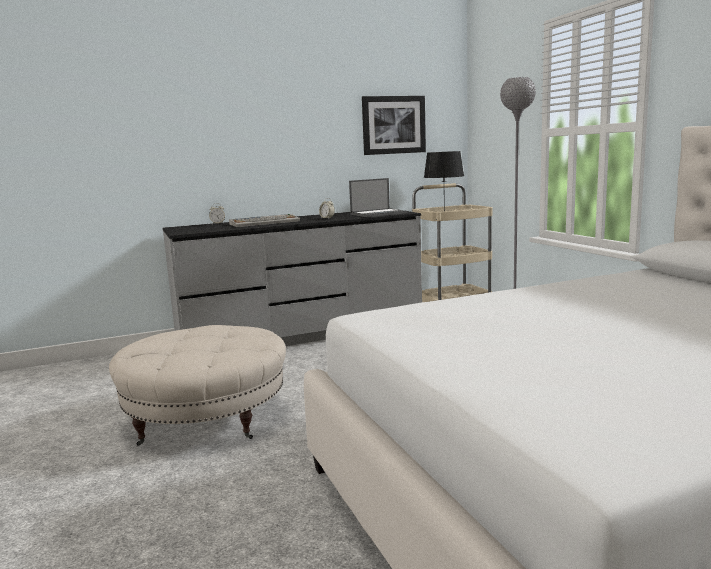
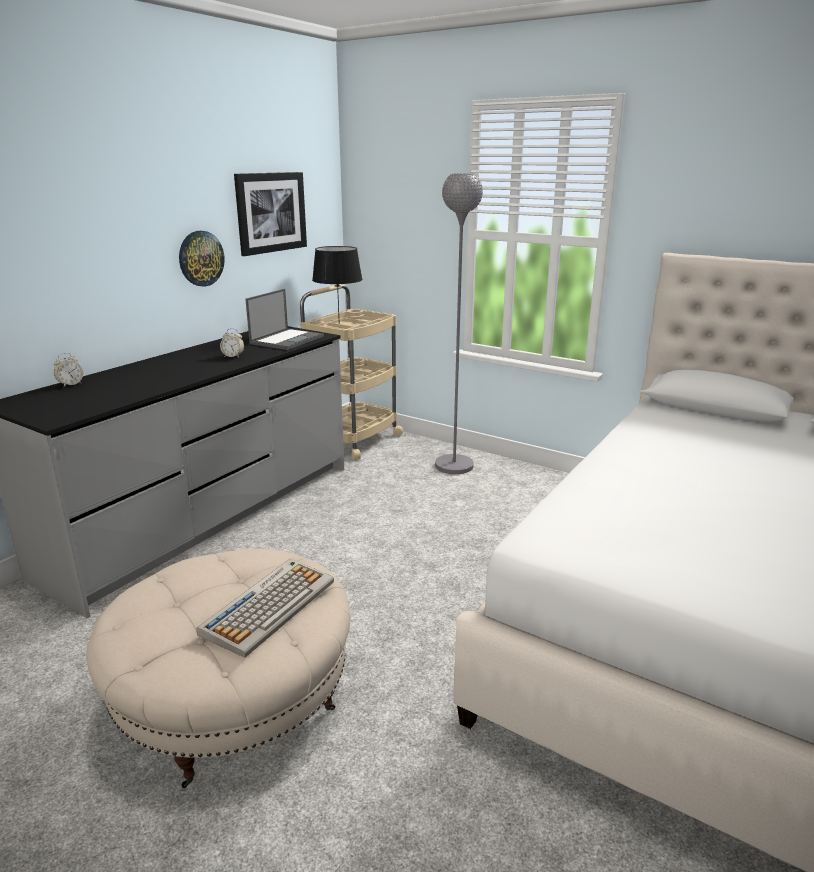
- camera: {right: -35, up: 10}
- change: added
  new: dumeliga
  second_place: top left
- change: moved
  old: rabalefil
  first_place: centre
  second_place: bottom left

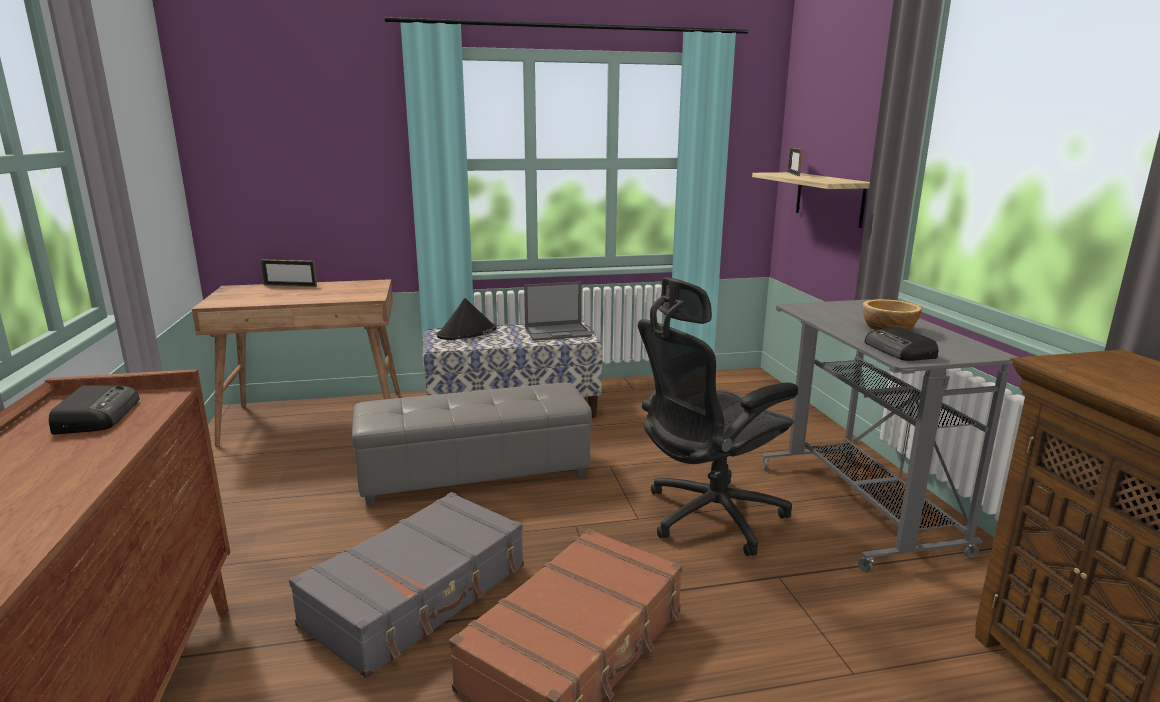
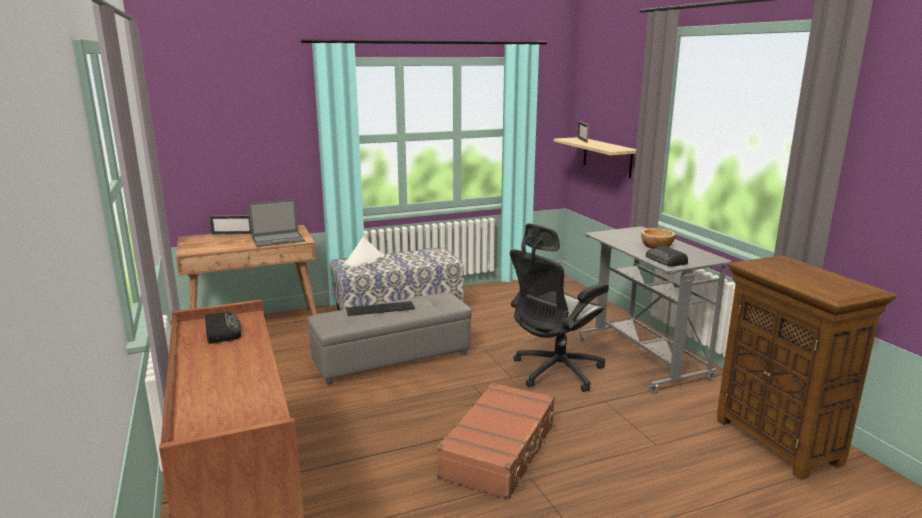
- camera: {right: -10, up: 0}
- change: moved
  old: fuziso
  first_place: centre
  second_place: middle left
- change: recoloured
  old: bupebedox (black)
  new: bupebedox (white)
  first_place: centre
  second_place: centre
- change: added
  new: rabalefil
  second_place: centre
- change: removed
  old: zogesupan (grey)
  first_place: bottom centre

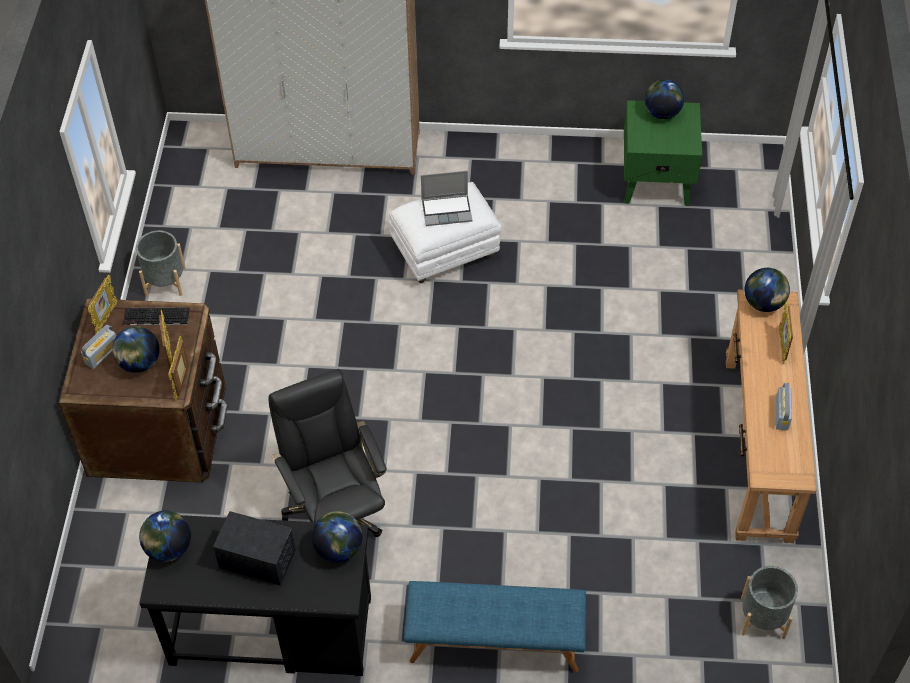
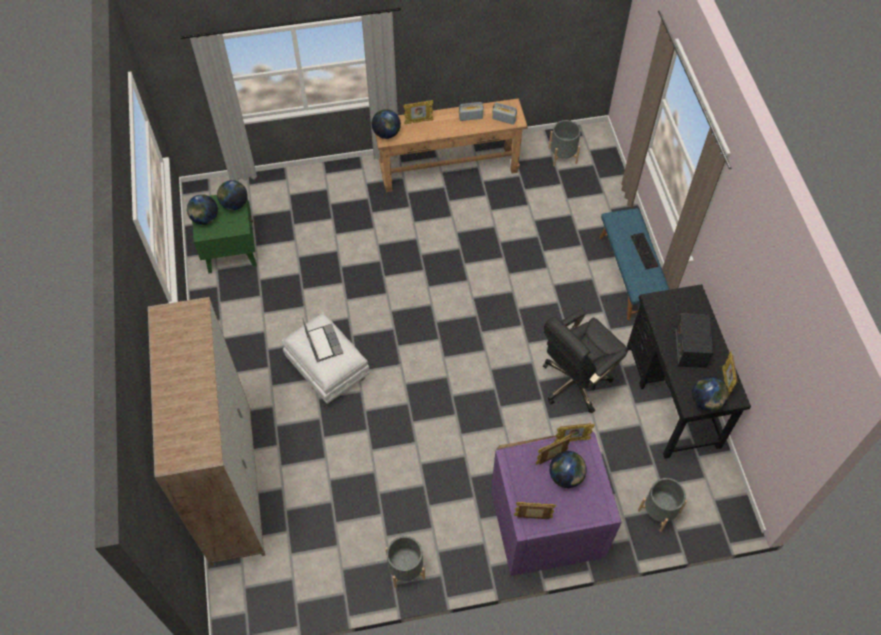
- camera: {right: -105, up: 5}
- change: moved
  old: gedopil (3rd from left in the first image)
  new: gedopil (2nd from left)
  first_place: bottom centre
  second_place: top left
- change: recoloured
  old: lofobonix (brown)
  new: lofobonix (purple)
  first_place: middle left
  second_place: bottom centre
- change: moved
  old: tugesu (1st from left in the first image)
  new: tugesu (2nd from left)
  first_place: middle left
  second_place: top centre
- change: moved
  old: rabalefil
  first_place: middle left
  second_place: middle right
- change: added
  new: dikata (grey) (3rd from left)
  second_place: bottom right
- change: added
  new: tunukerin (5th from left)
  second_place: middle right

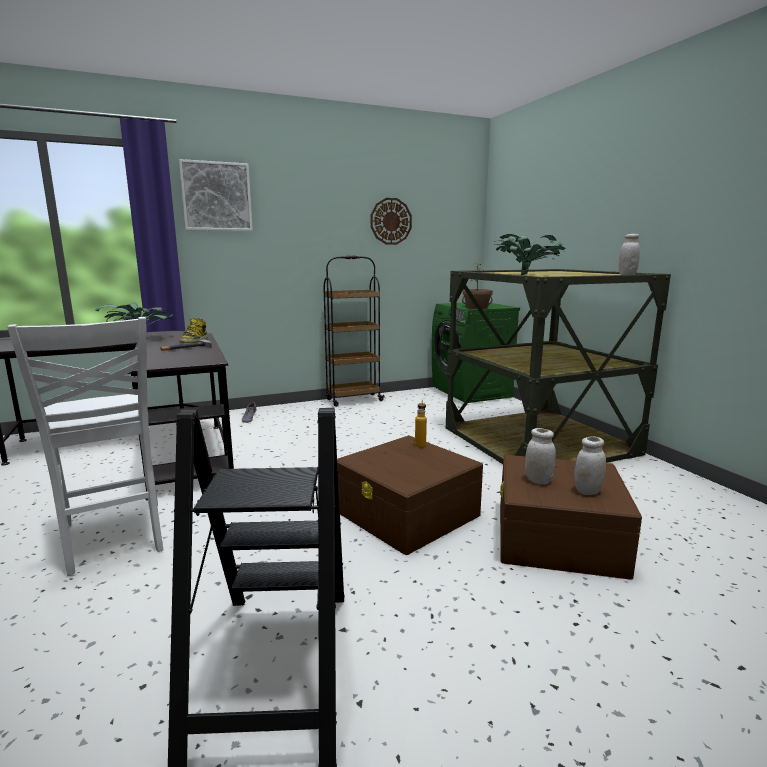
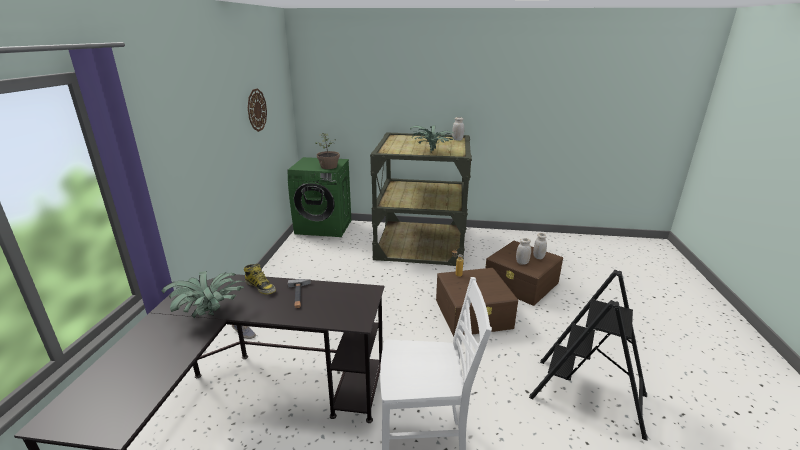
- camera: {right: -60, up: 10}
- change: removed
  old: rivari
  first_place: top left
- change: removed
  old: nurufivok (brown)
  first_place: centre

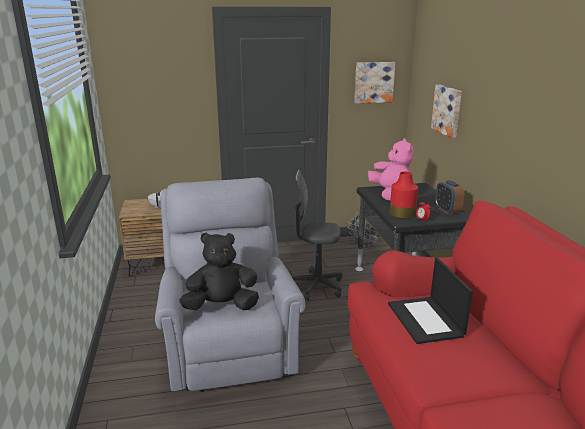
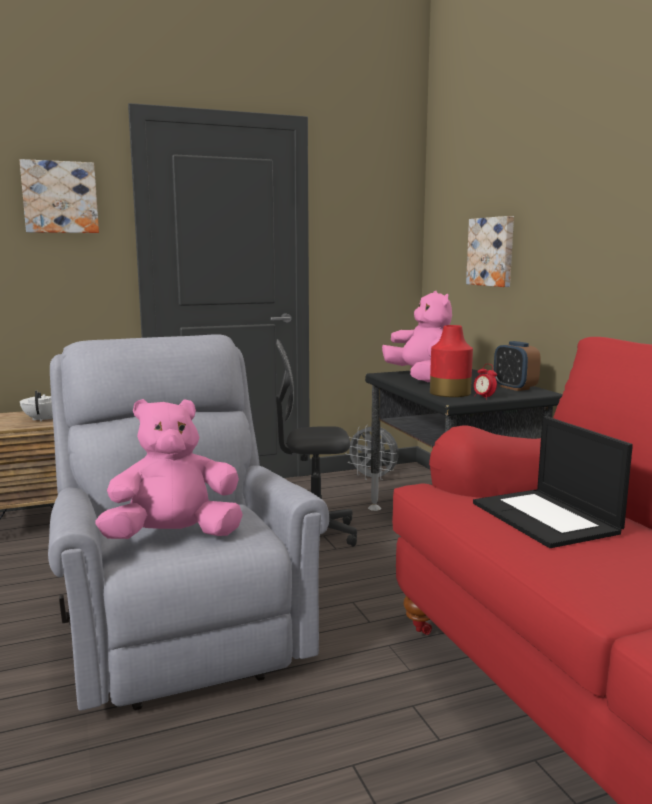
- camera: {right: -10, up: -10}
- change: moved
  old: rivari (1st from left)
  first_place: top centre
  second_place: top left
- change: recoloured
  old: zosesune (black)
  new: zosesune (pink) (1st from left)
  first_place: centre
  second_place: middle left

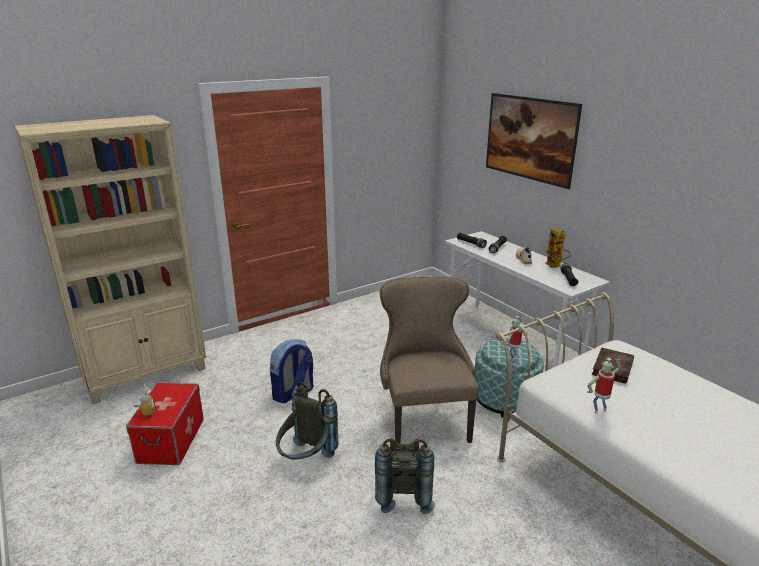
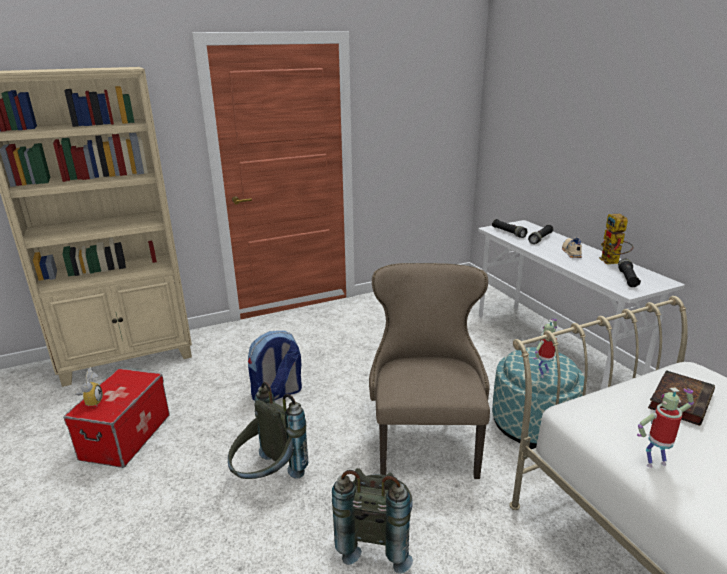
- camera: {right: 10, up: 0}
- change: removed
  old: rivari
  first_place: top right

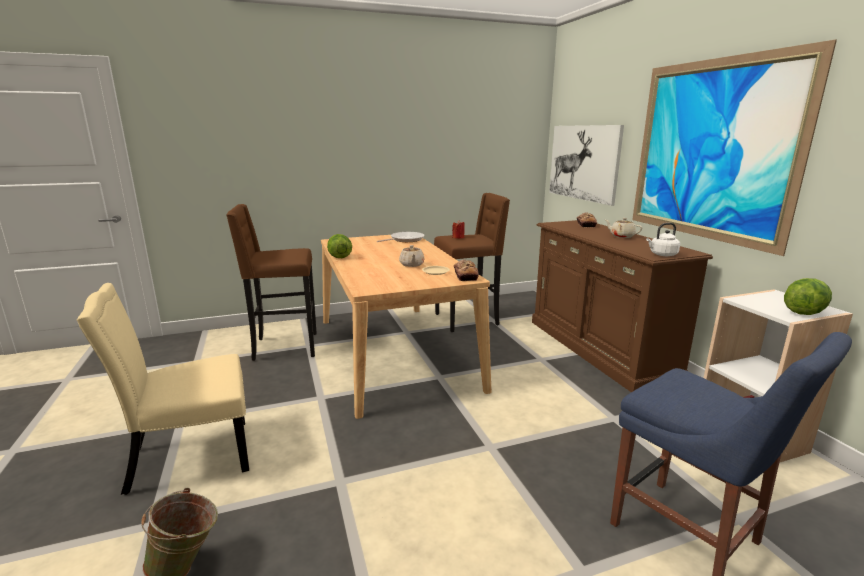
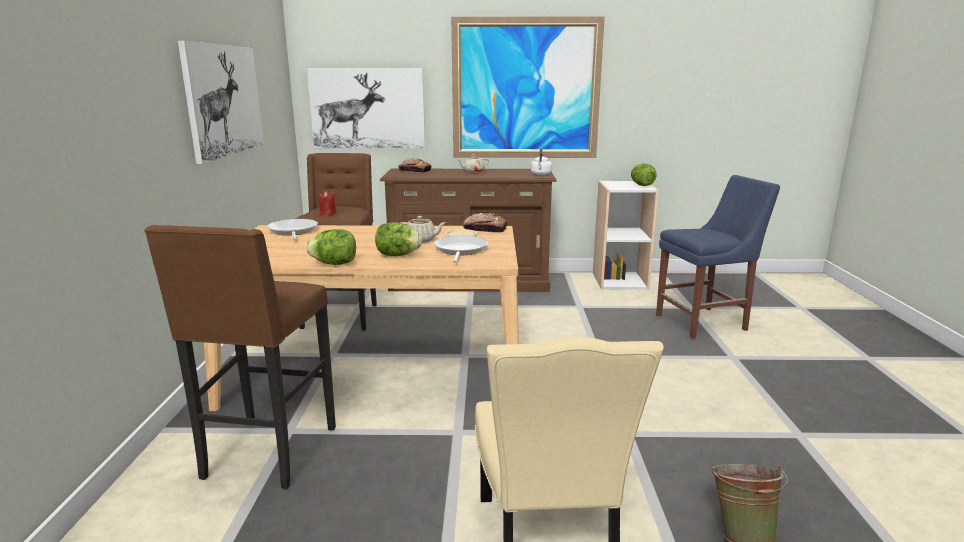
- camera: {right: -70, up: 0}
- change: added
  new: rivari (1st from left)
  second_place: top left
- change: added
  new: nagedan (2nd from left)
  second_place: centre
- change: added
  new: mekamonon (2nd from left)
  second_place: centre

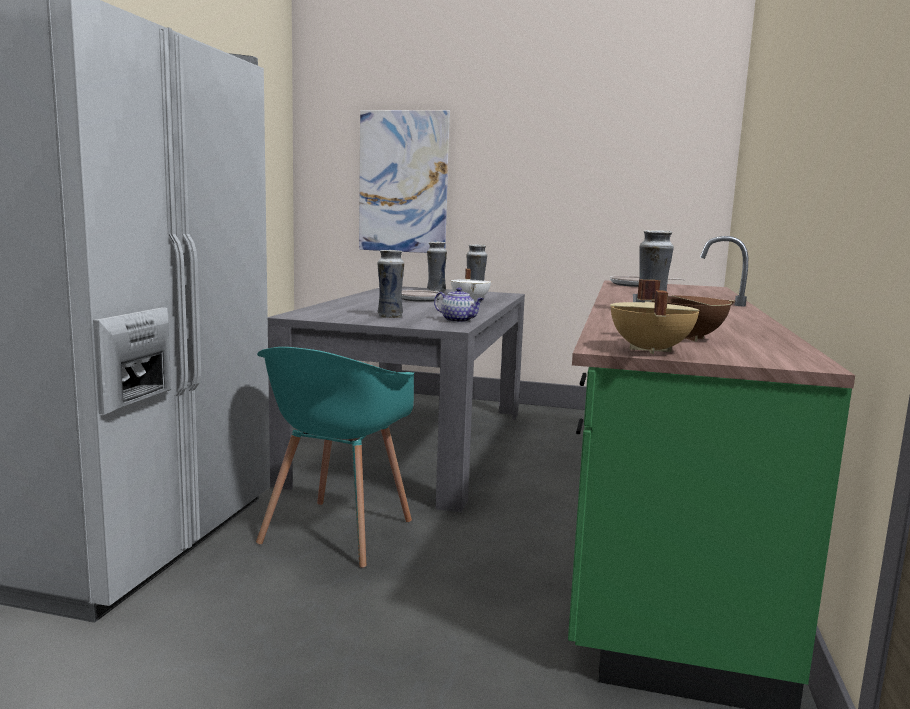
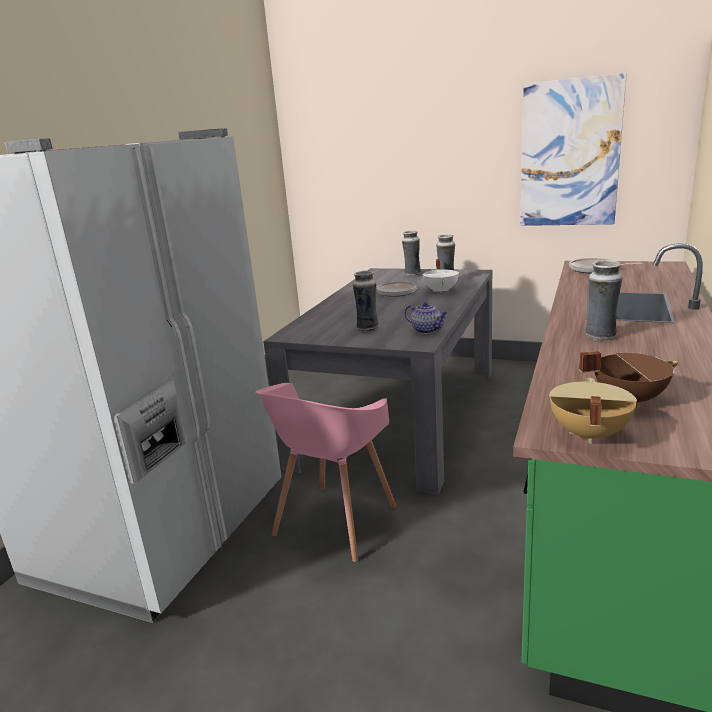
- camera: {right: 10, up: 10}
- change: recoloured
  old: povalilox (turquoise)
  new: povalilox (pink)
  first_place: centre
  second_place: centre
- change: moved
  old: rivari
  first_place: top centre
  second_place: top right

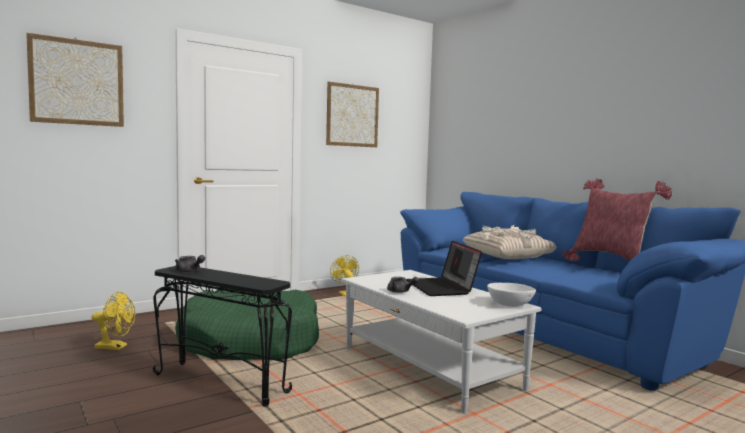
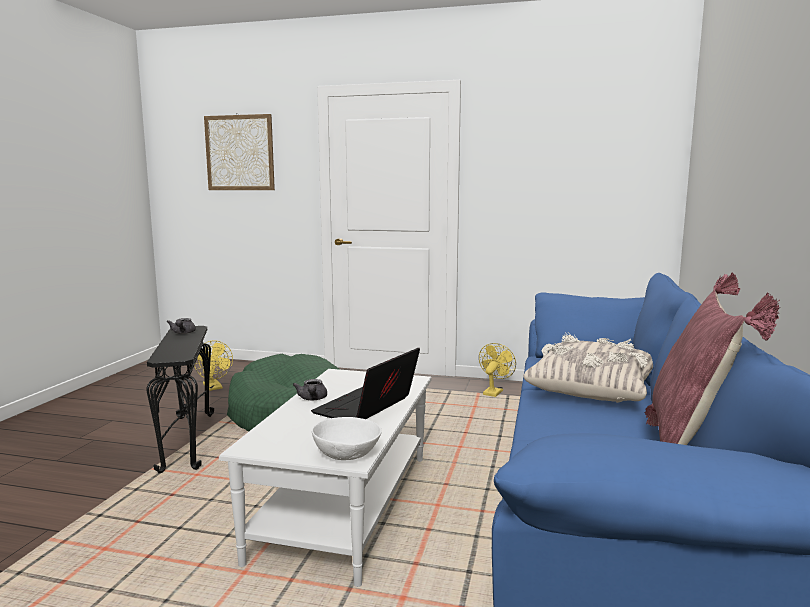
- camera: {right: 50, up: 5}
- change: removed
  old: rivari (2nd from left)
  first_place: top centre

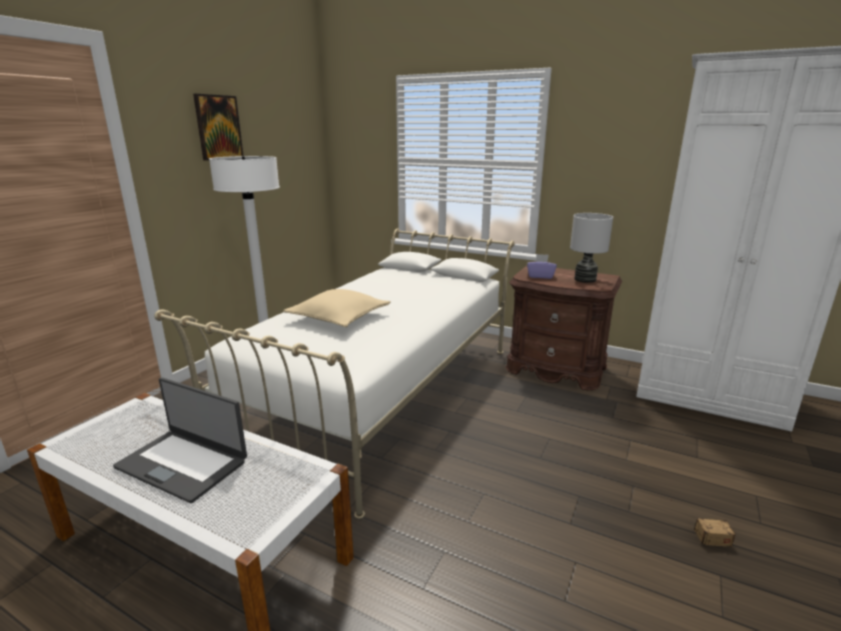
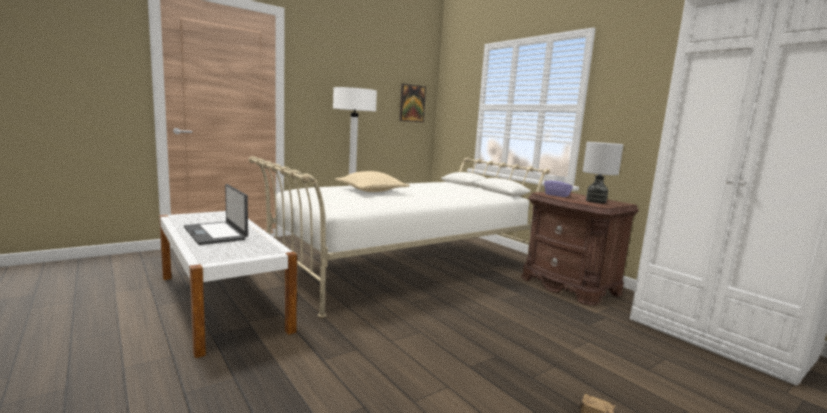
- camera: {right: 25, up: -10}
- change: moved
  old: rivari
  first_place: top left
  second_place: top centre

